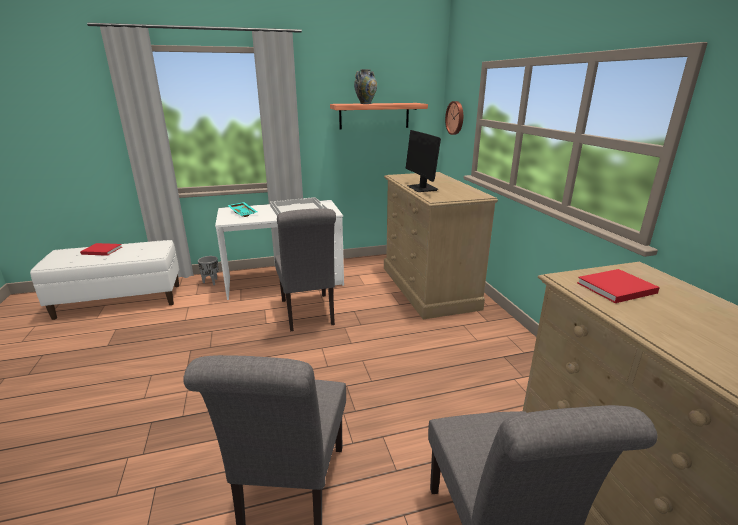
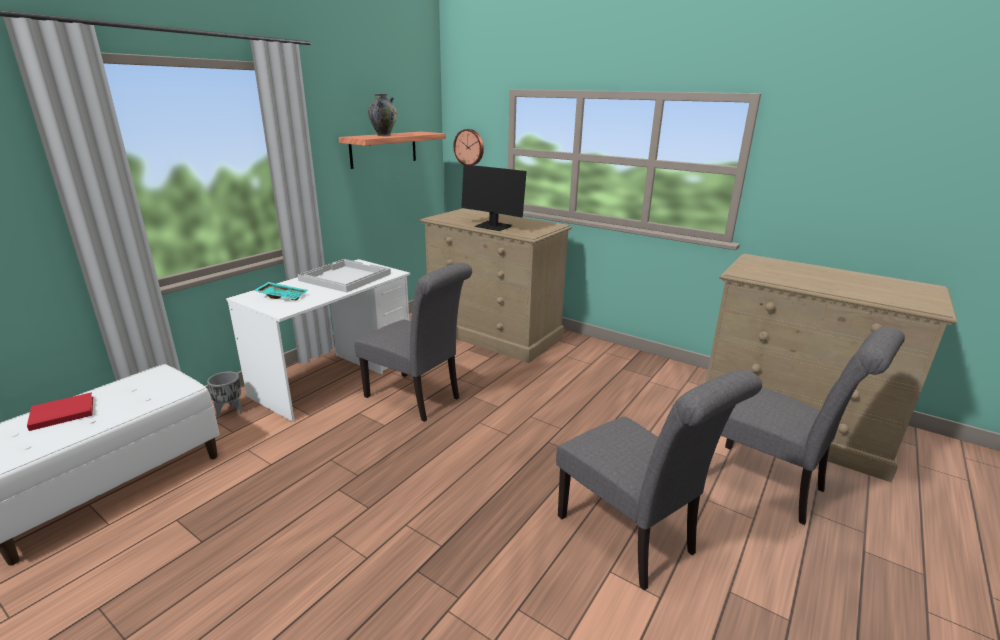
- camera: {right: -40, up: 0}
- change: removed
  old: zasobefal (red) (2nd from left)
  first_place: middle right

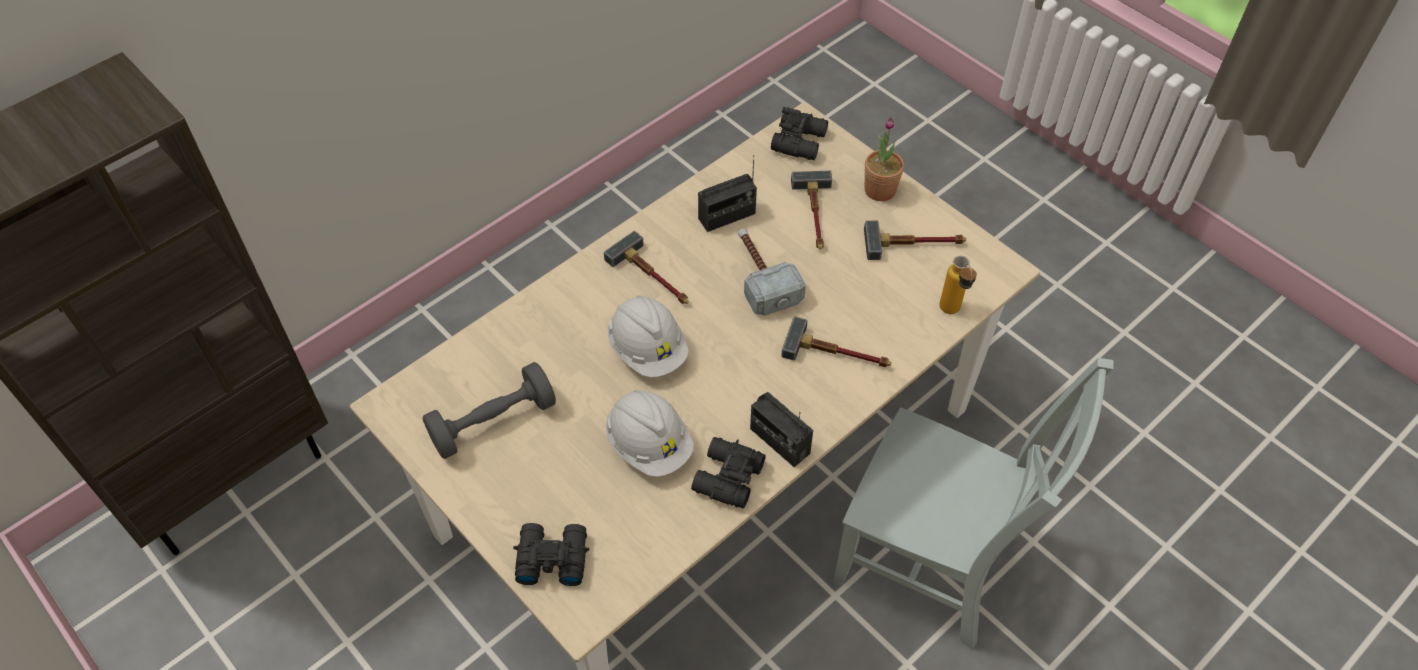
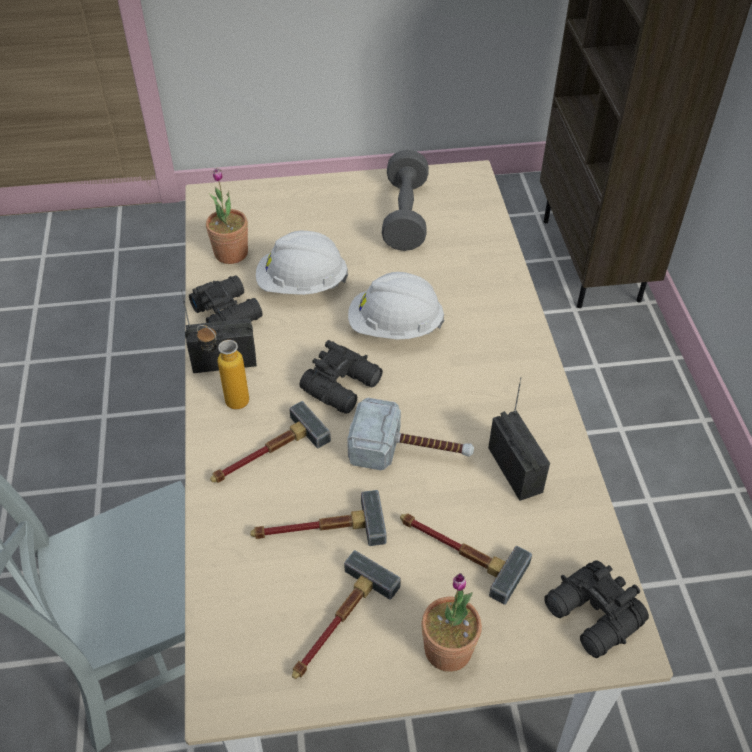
- camera: {right: 125, up: -5}
- change: moved
  old: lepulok
  first_place: middle right
  second_place: middle left
- change: added
  new: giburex (1st from left)
  second_place: top left
- change: moved
  old: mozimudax (1st from left in the first image)
  new: mozimudax (2nd from left)
  first_place: centre
  second_place: bottom centre
- change: moved
  old: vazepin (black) (1st from left in the first image)
  new: vazepin (black) (2nd from left)
  first_place: bottom centre
  second_place: centre
- change: turned
  old: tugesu (1st from left in the first image)
  first_place: top centre
  second_place: middle right
  degrees: 150

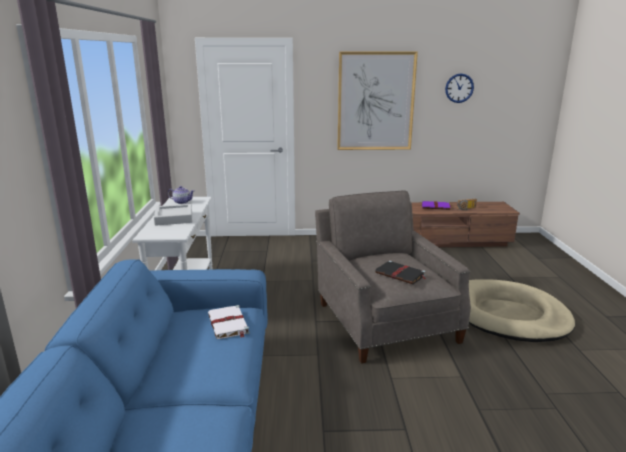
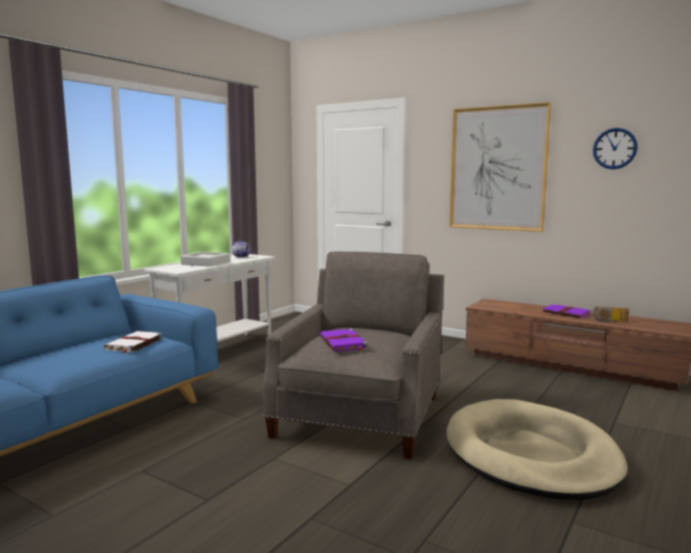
- camera: {right: 35, up: -10}
- change: recoloured
  old: zasobefal (black)
  new: zasobefal (purple) (1st from left)
  first_place: centre
  second_place: centre

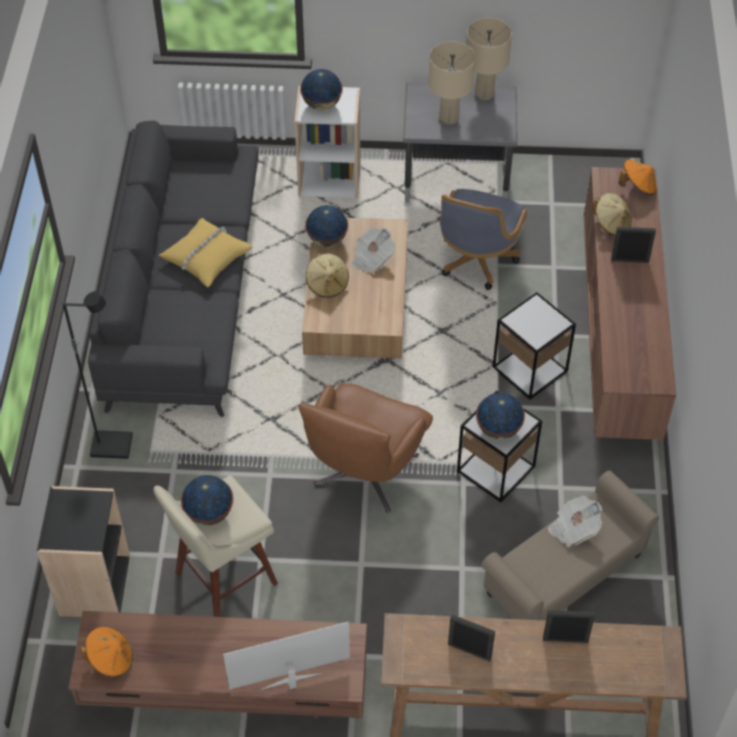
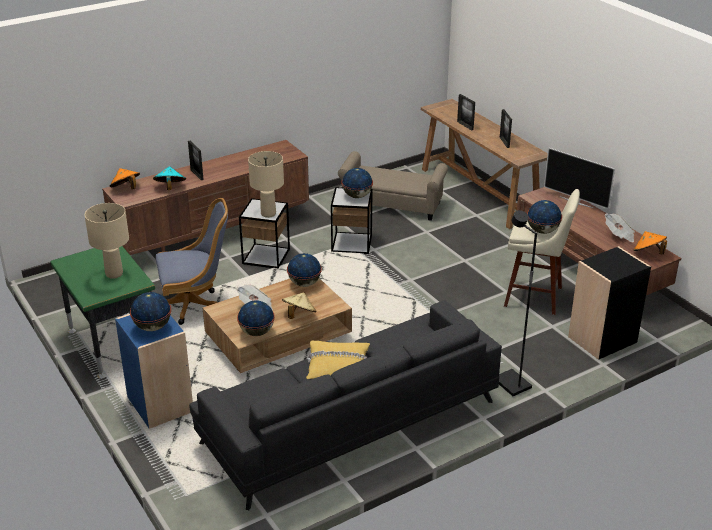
- camera: {right: -125, up: -20}
- change: recoloured
  old: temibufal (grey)
  new: temibufal (green)
  first_place: top centre
  second_place: middle left
- change: recoloured
  old: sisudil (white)
  new: sisudil (blue)
  first_place: top centre
  second_place: bottom left
- change: recoloured
  old: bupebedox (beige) (2nd from left)
  new: bupebedox (turquoise)
  first_place: top right
  second_place: middle left
- change: moved
  old: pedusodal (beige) (2nd from left)
  first_place: top centre
  second_place: centre
- change: added
  new: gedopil (3rd from left)
  second_place: centre
- change: moved
  old: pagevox (2nd from left)
  first_place: bottom right
  second_place: middle right
- change: removed
  old: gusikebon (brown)
  first_place: centre

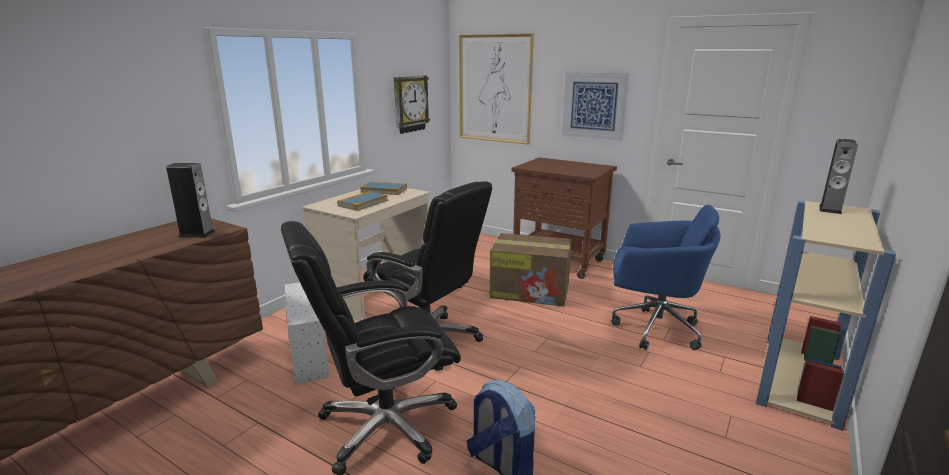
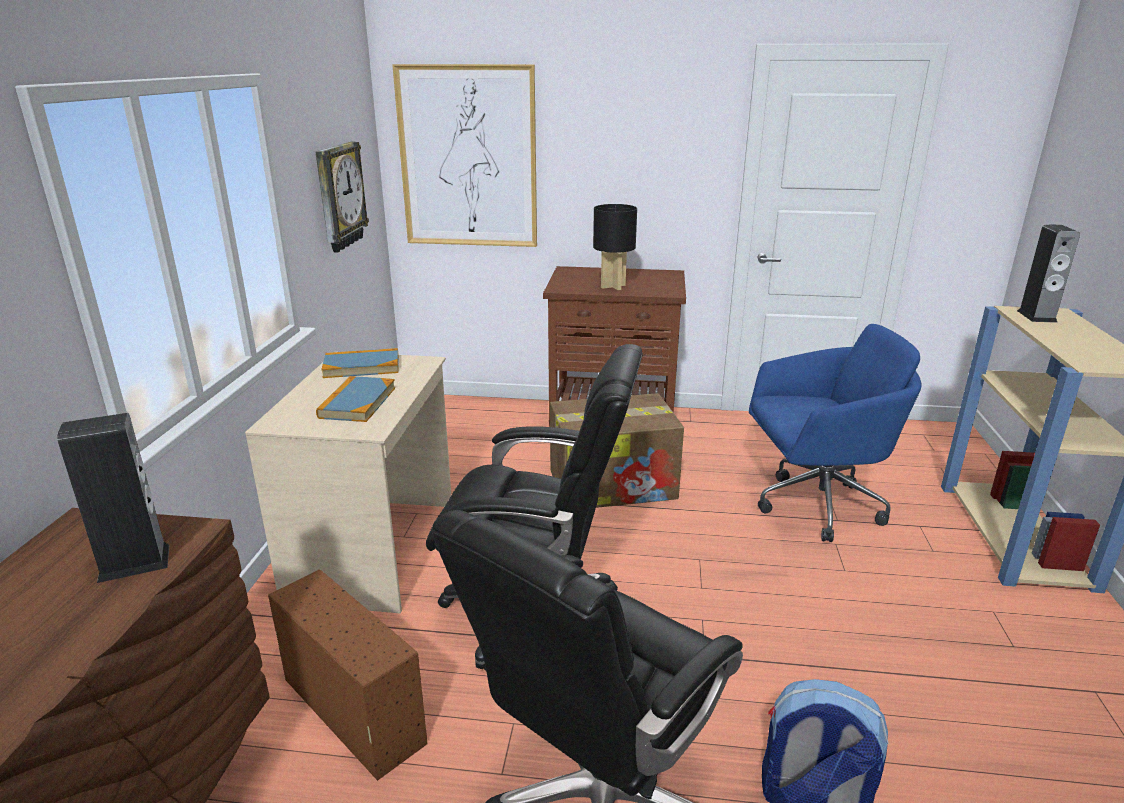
- camera: {right: -25, up: 5}
- change: recoloured
  old: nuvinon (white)
  new: nuvinon (brown)
  first_place: bottom left
  second_place: bottom left
- change: added
  new: pedusodal (black)
  second_place: top centre
- change: removed
  old: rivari (2nd from left)
  first_place: top centre

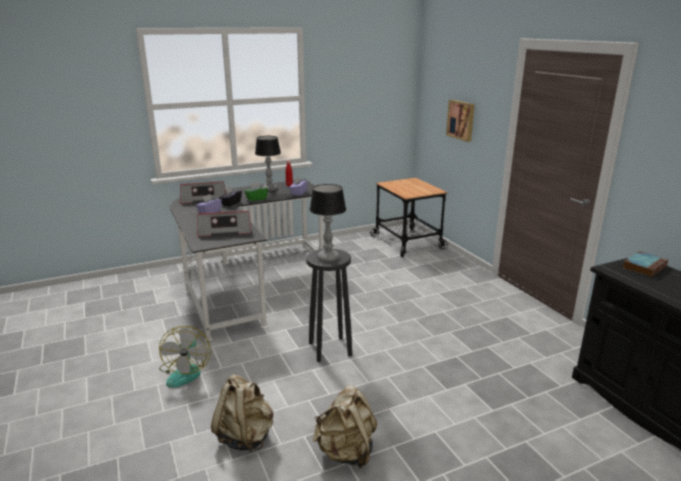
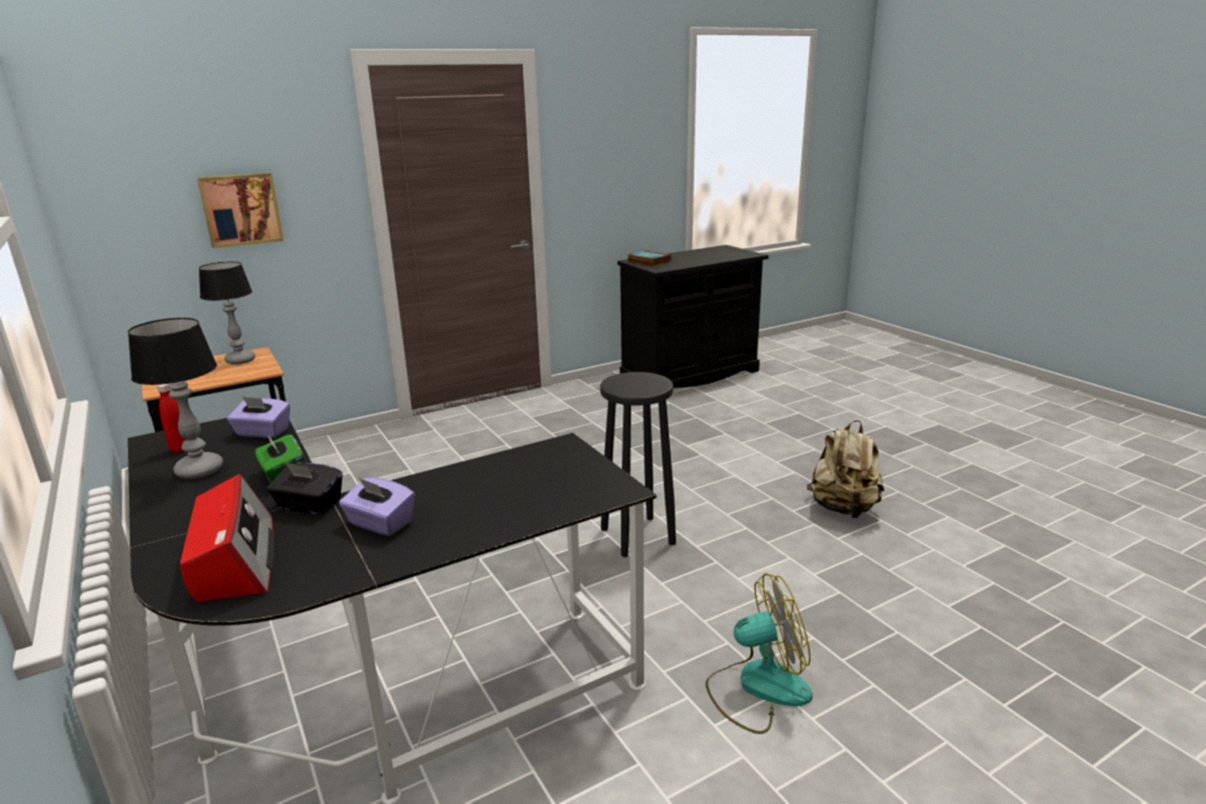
- camera: {right: -95, up: 0}
- change: moved
  old: pedusodal (2nd from left)
  first_place: centre
  second_place: middle left
- change: removed
  old: tugesu (2nd from left)
  first_place: middle left
- change: removed
  old: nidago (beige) (1st from left)
  first_place: bottom centre

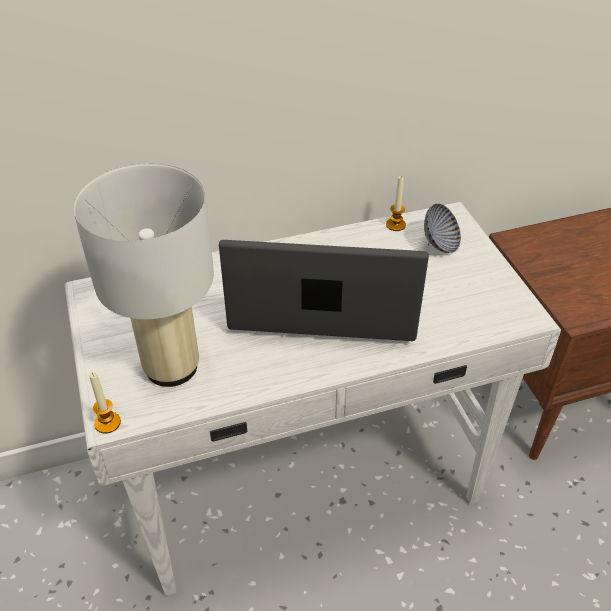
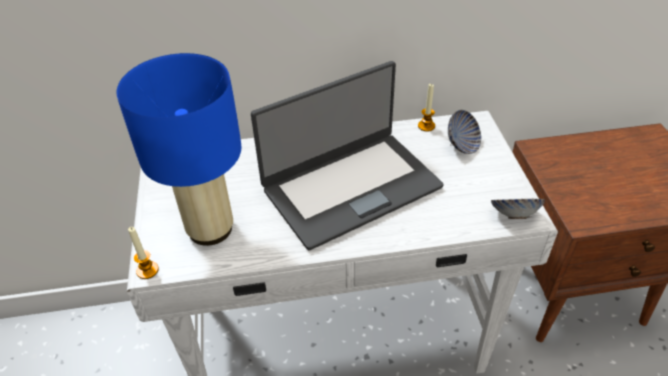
- camera: {right: 10, up: 0}
- change: recoloured
  old: pedusodal (white)
  new: pedusodal (blue)
  first_place: middle left
  second_place: middle left
- change: turned
  old: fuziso
  first_place: centre
  second_place: centre
  degrees: 135
- change: added
  new: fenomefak (2nd from left)
  second_place: middle right

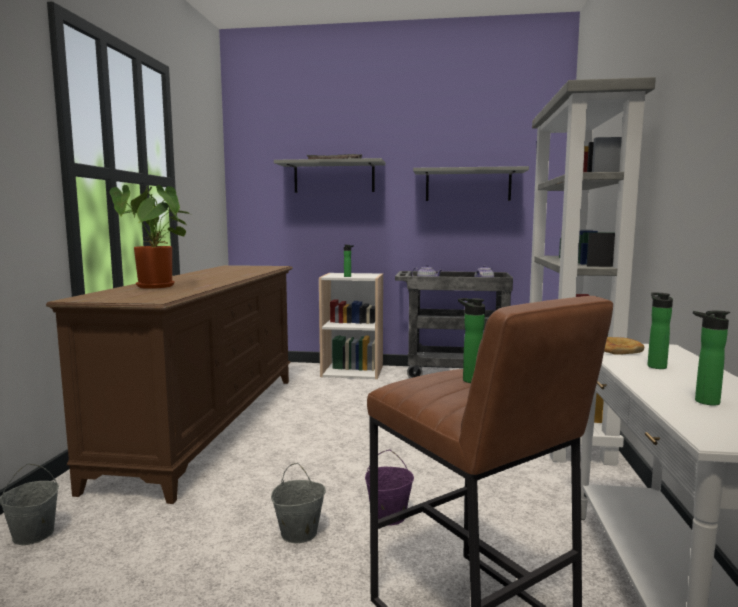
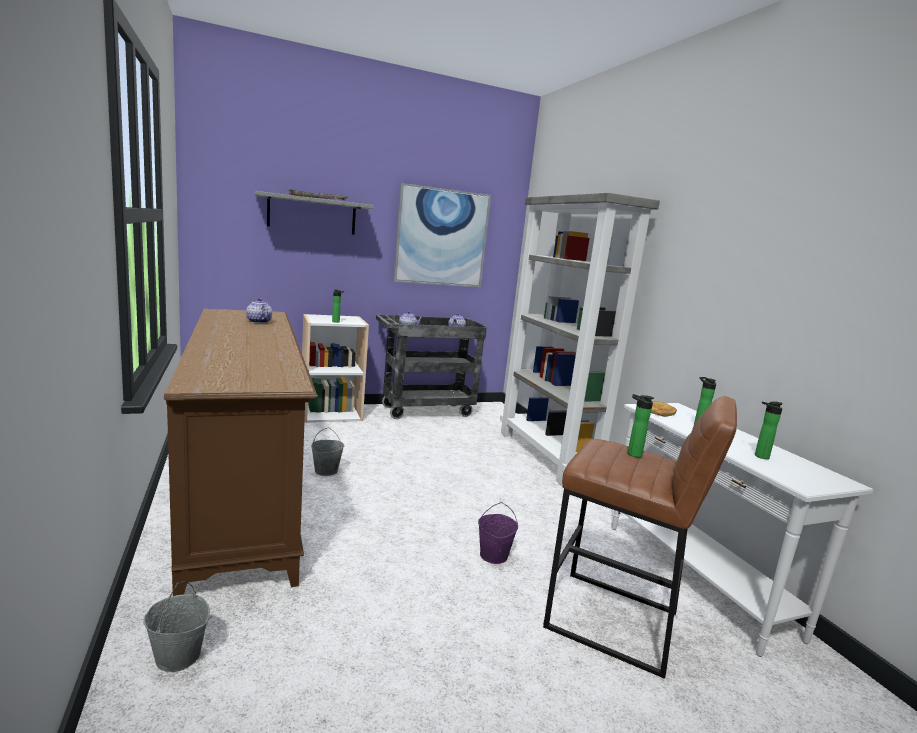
- camera: {right: -30, up: 5}
- change: added
  new: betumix (1st from left)
  second_place: middle left
- change: moved
  old: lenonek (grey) (2nd from left)
  first_place: bottom centre
  second_place: centre
- change: replaced
  old: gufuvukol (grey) (2nd from left)
  new: rivari
  first_place: top centre
  second_place: top centre
- change: removed
  old: giburex
  first_place: middle left

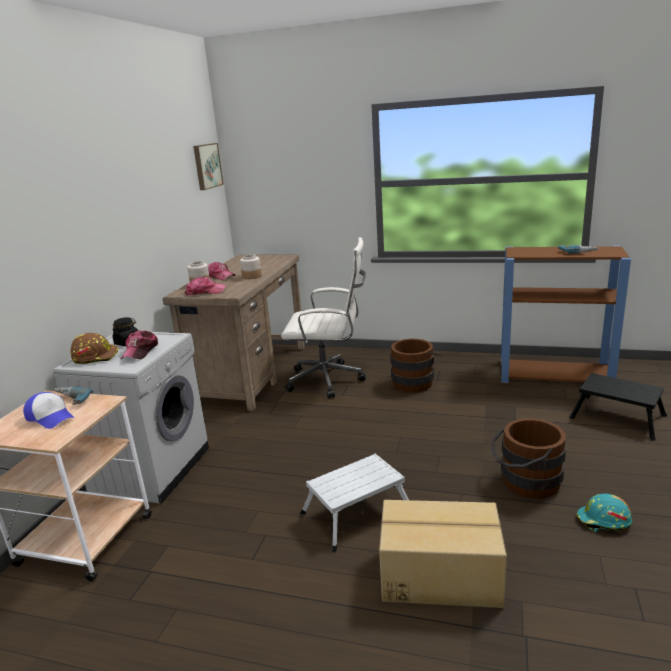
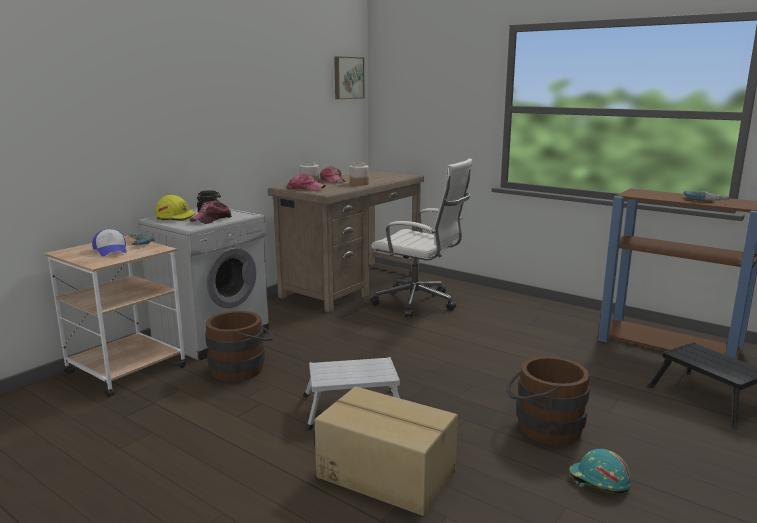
- camera: {right: 20, up: -5}
- change: recoloured
  old: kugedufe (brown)
  new: kugedufe (yellow)
  first_place: middle left
  second_place: middle left
- change: moved
  old: lenonek (brown) (1st from left)
  first_place: centre
  second_place: middle left

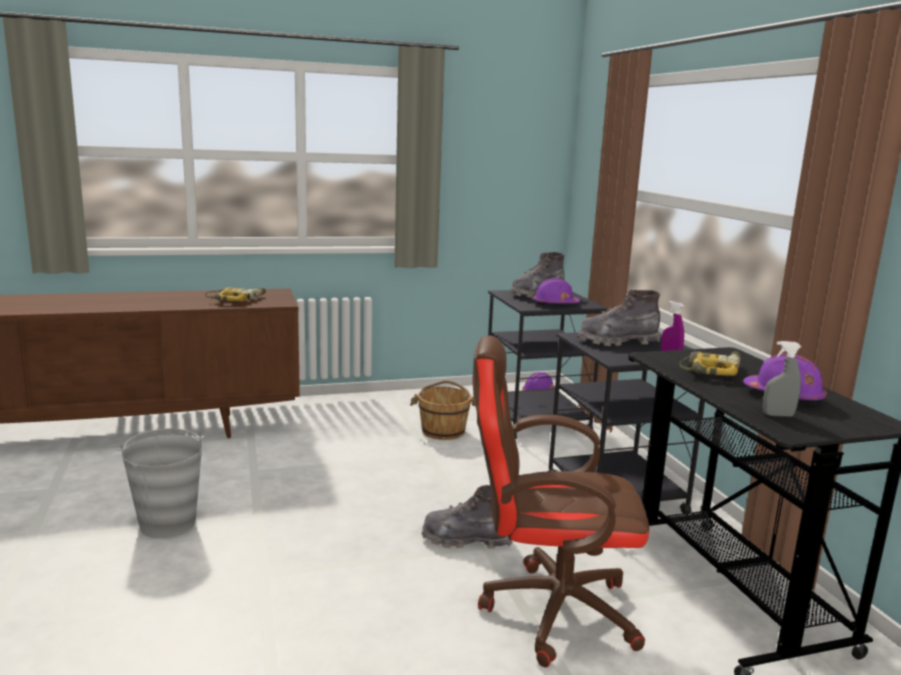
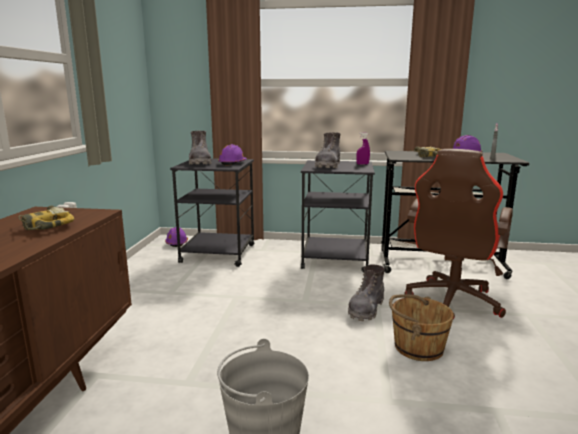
- camera: {right: -65, up: 0}
- change: moved
  old: lenonek (brown)
  first_place: centre
  second_place: bottom right

